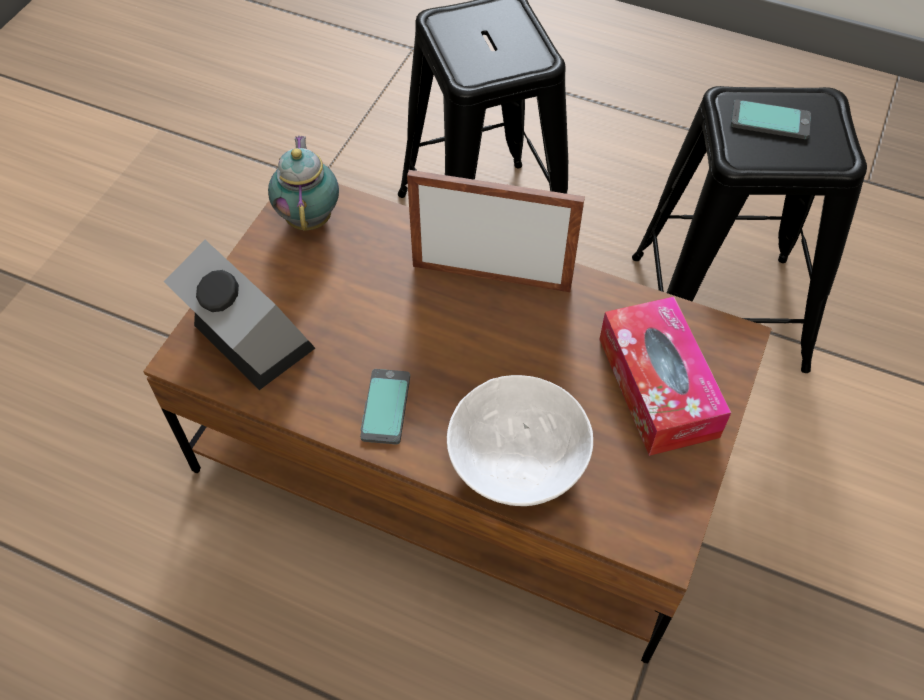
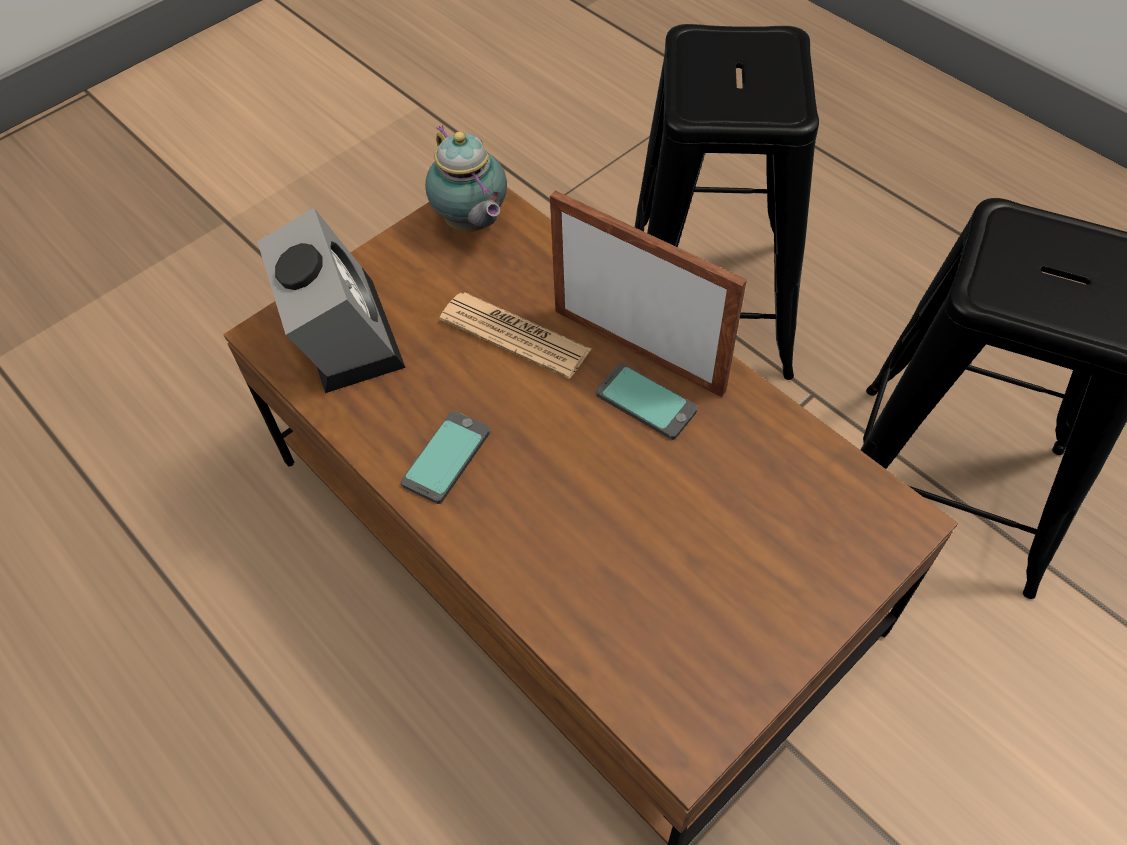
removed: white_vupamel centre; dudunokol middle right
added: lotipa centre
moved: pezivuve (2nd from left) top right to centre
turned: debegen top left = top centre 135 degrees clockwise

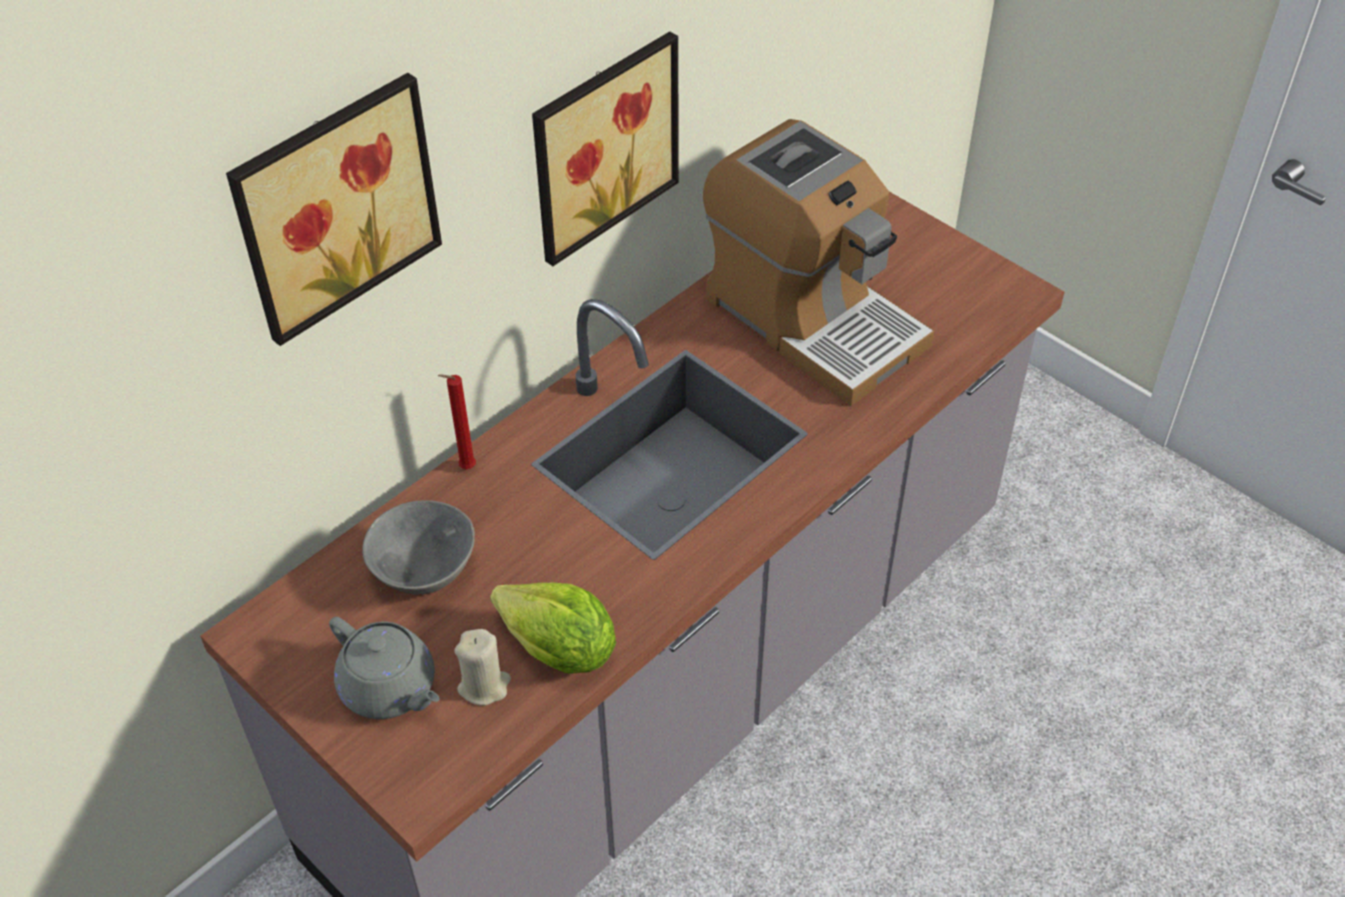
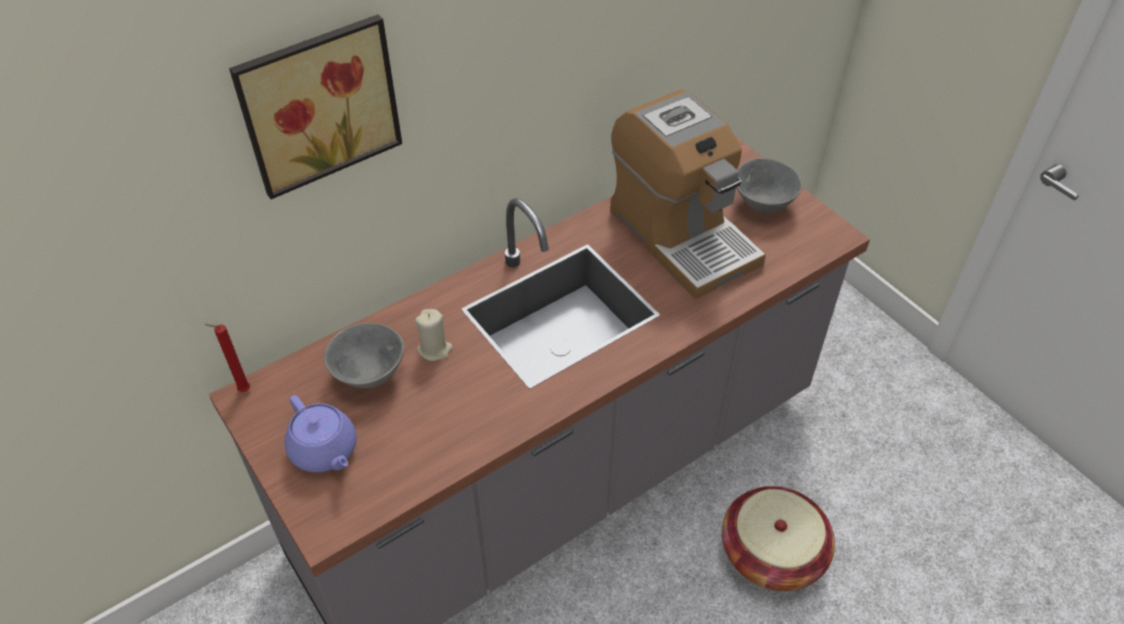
removed: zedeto bottom centre; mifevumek (2nd from left) top centre
added: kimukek bottom right; grey_vupamel (2nd from left) top right
moved: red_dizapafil centre to middle left; beige_dizapafil bottom centre to centre
recoloured: grey_debegen bottom left to purple_debegen bottom left

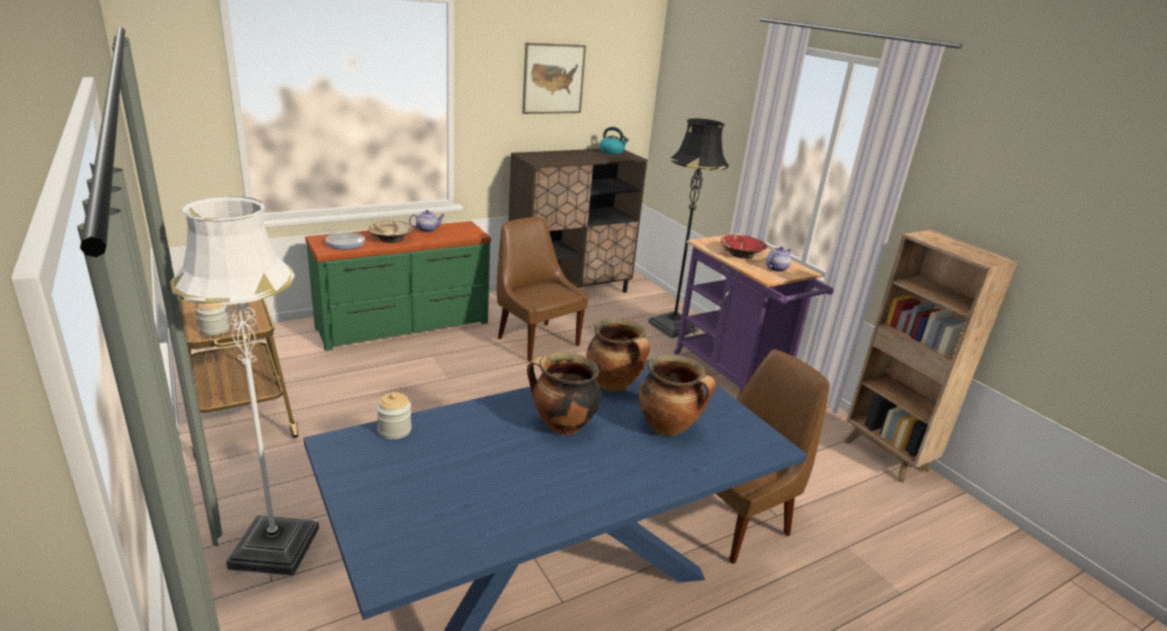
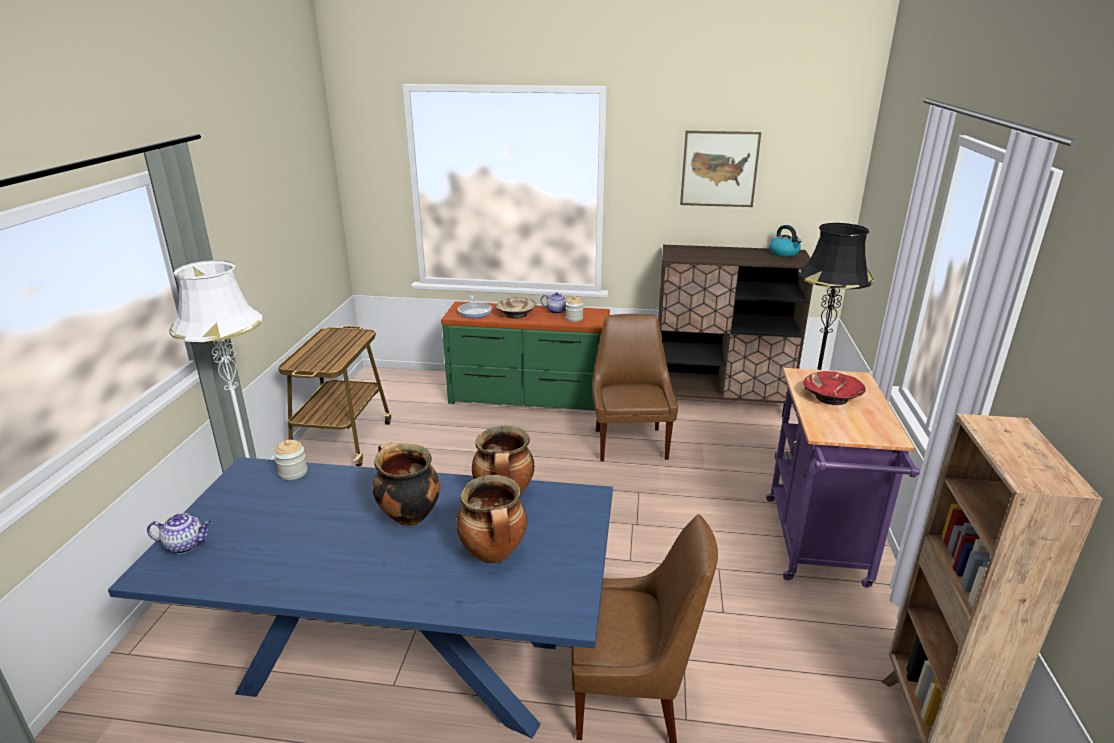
moved: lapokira (1st from left in the first image) middle left to lapokira (2nd from left) centre; debegen (2nd from left in the first image) middle right to debegen (1st from left) bottom left

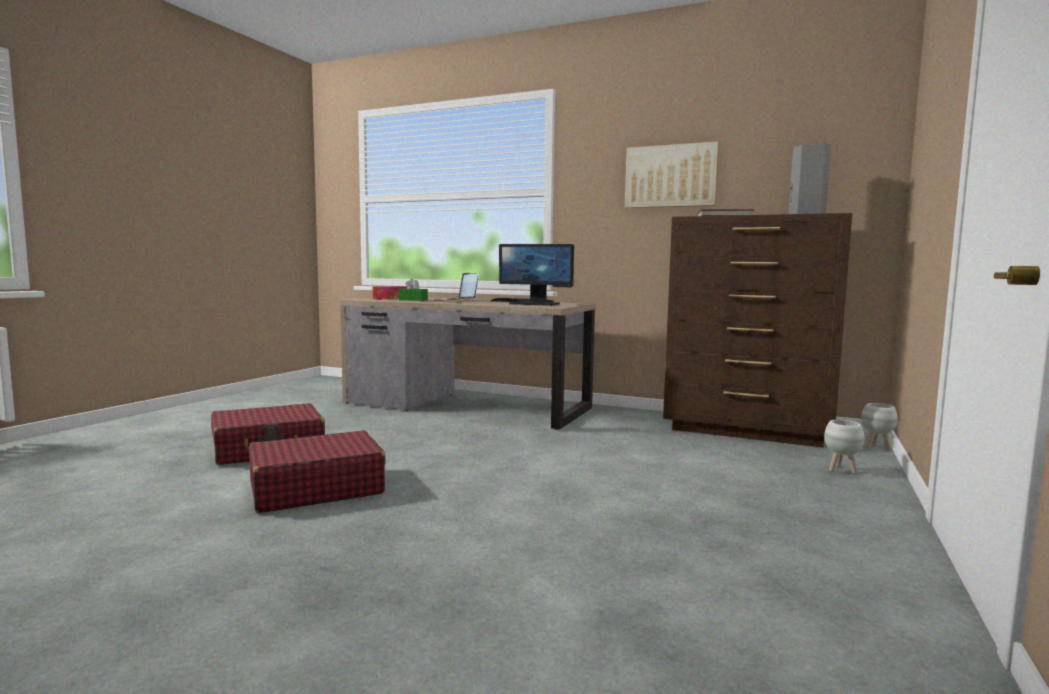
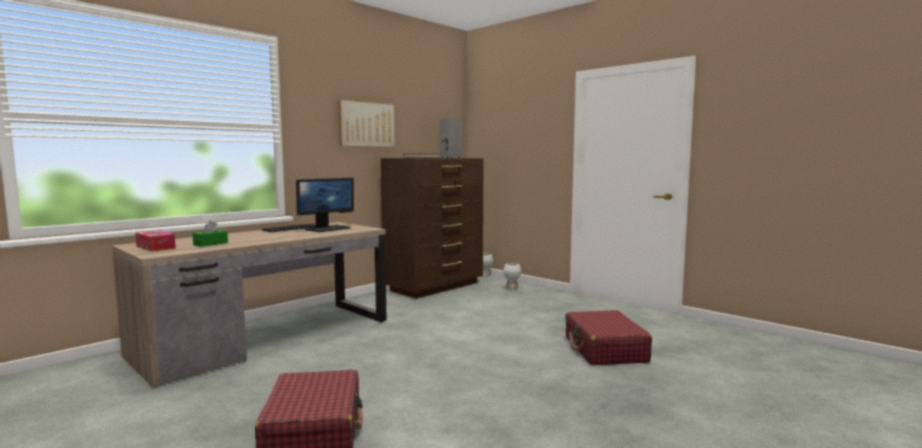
removed: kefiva centre
moved: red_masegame (2nd from left) bottom left to bottom centre

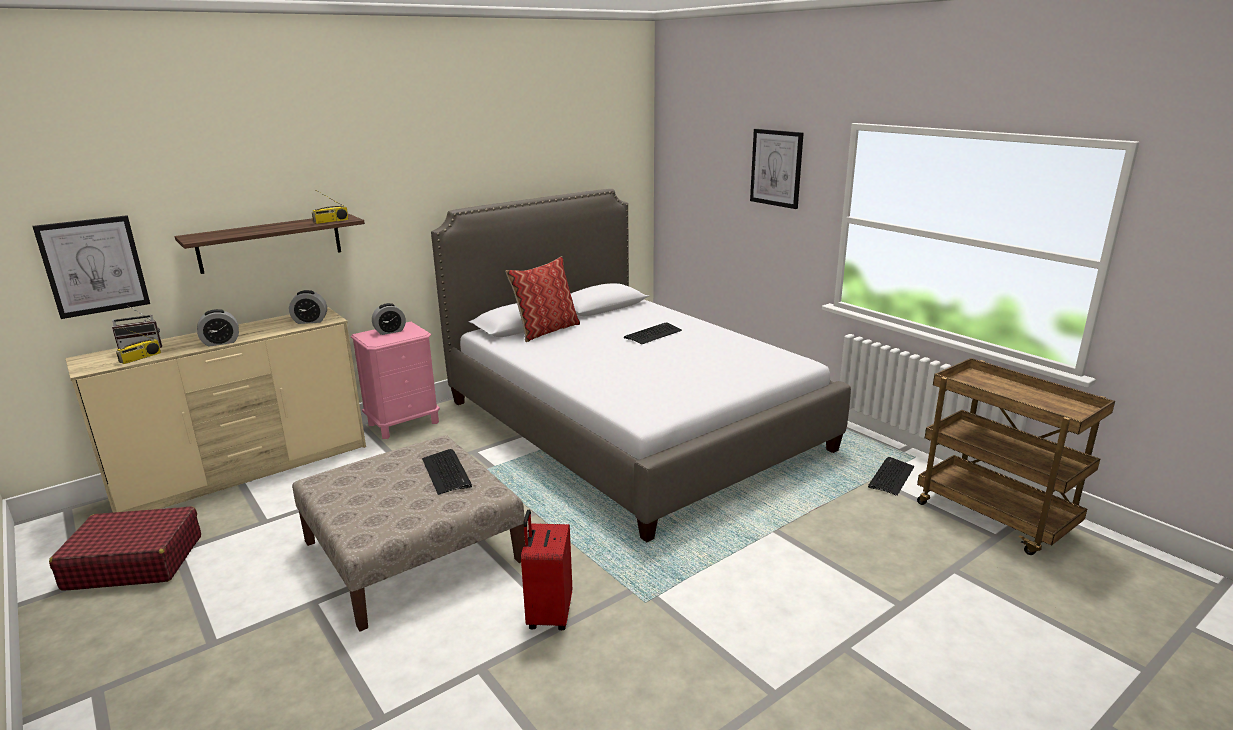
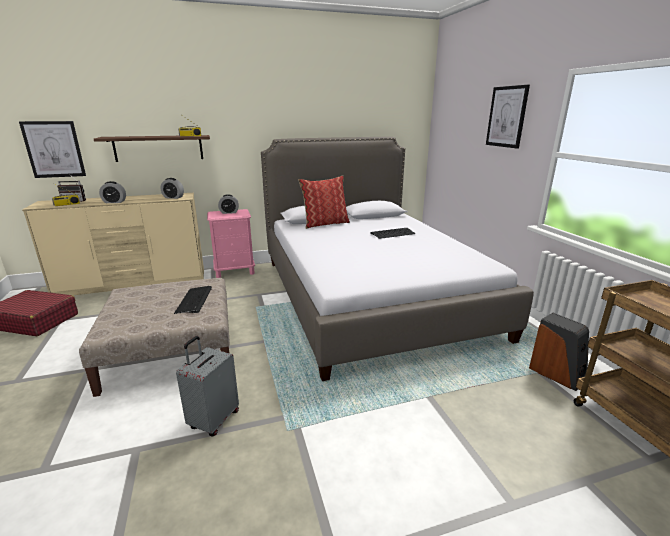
replaced: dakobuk (3rd from left) middle right to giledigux middle right
recoloured: red_masegame (2nd from left) bottom centre to grey_masegame bottom left

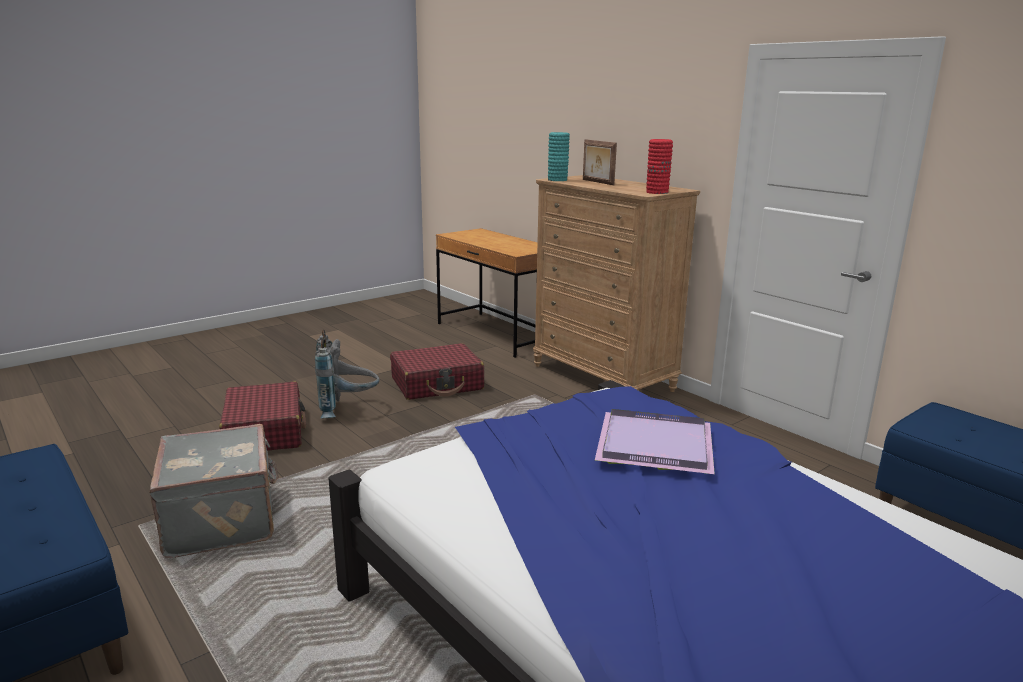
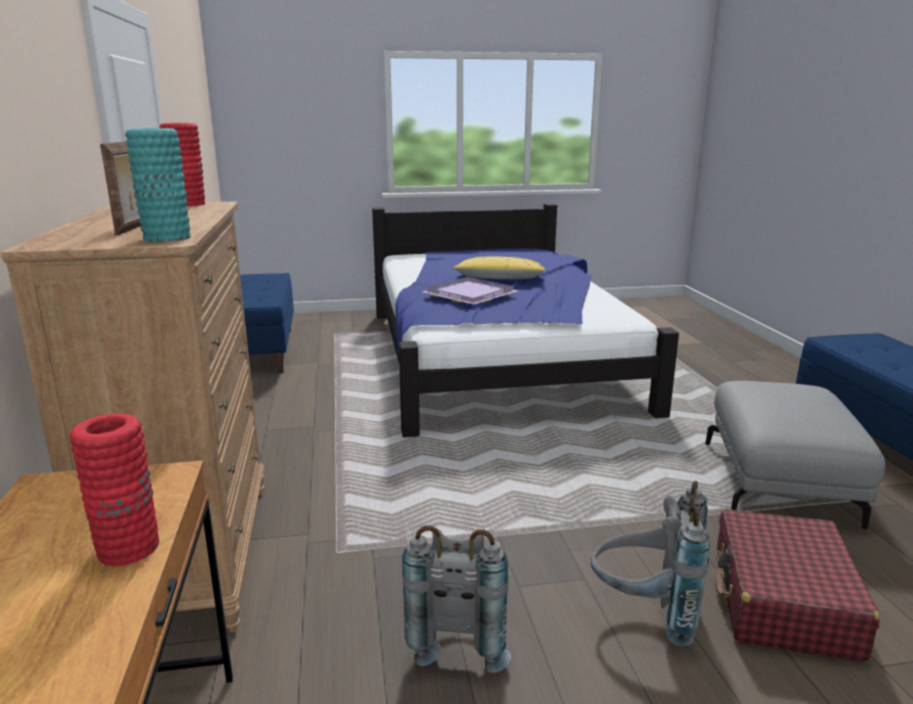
added: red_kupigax (1st from left) bottom left; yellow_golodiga centre
replaced: grey_masegame bottom left to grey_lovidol middle right; red_masegame (2nd from left) centre to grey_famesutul (1st from left) bottom centre

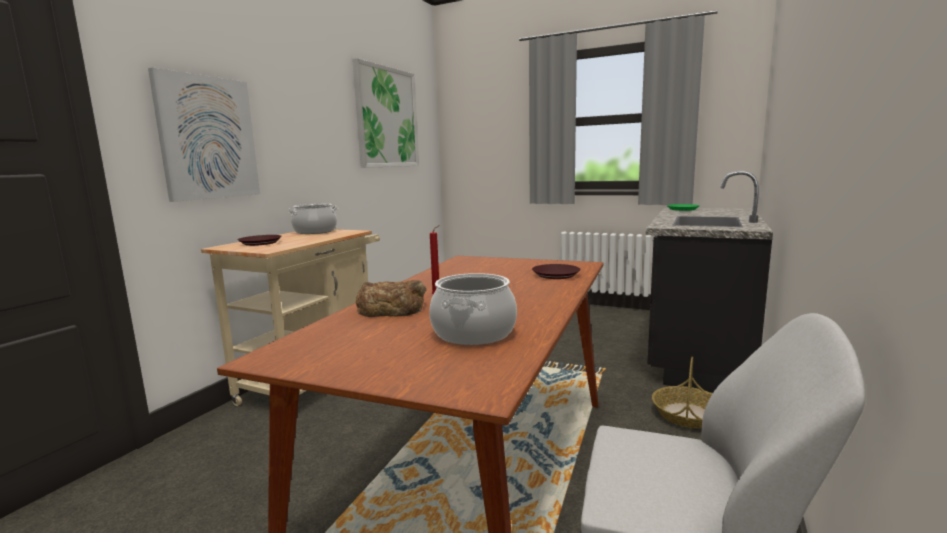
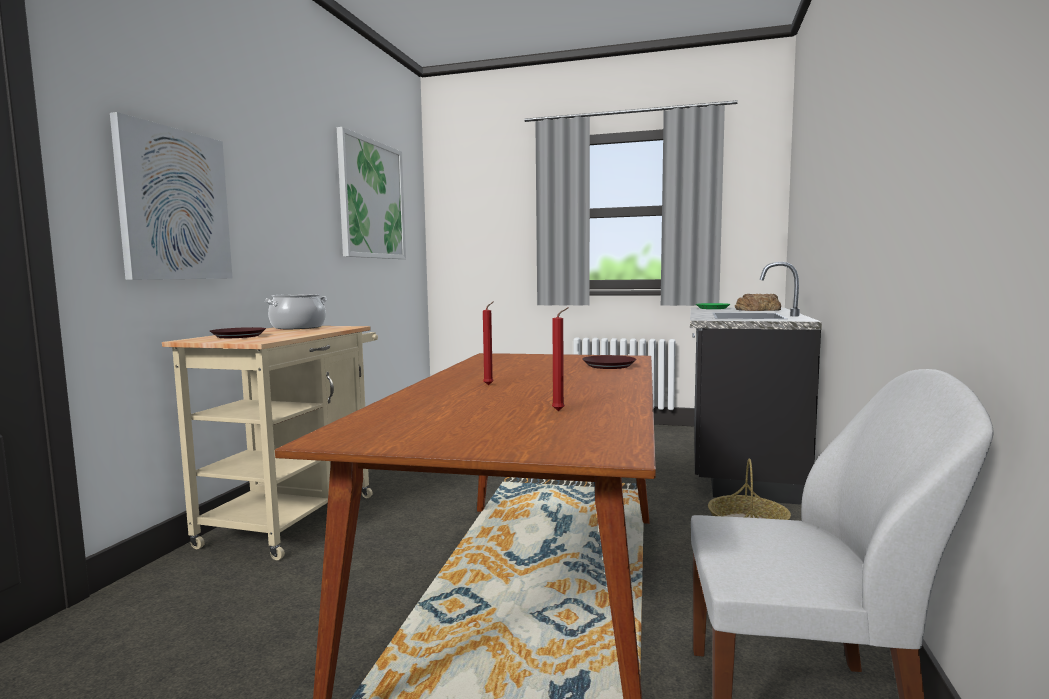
moved: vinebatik centre to middle right
replaced: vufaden (2nd from left) centre to red_dizapafil (2nd from left) centre

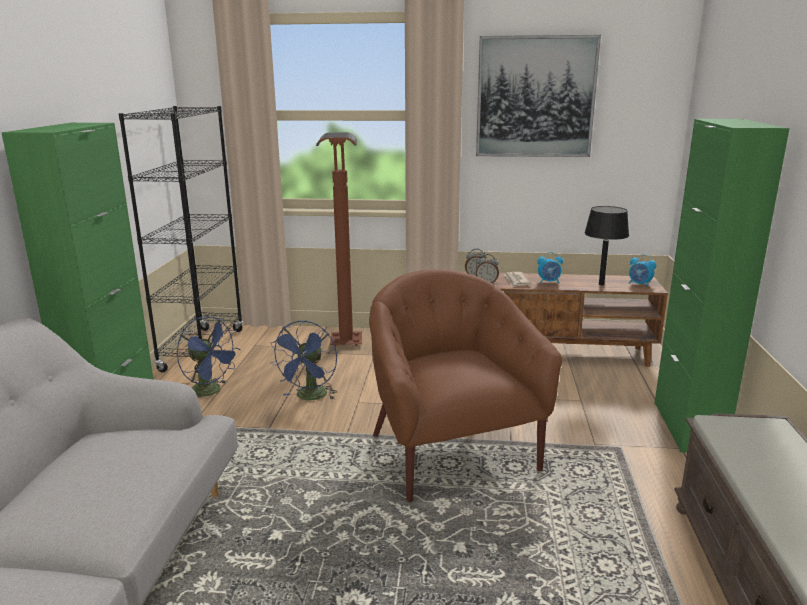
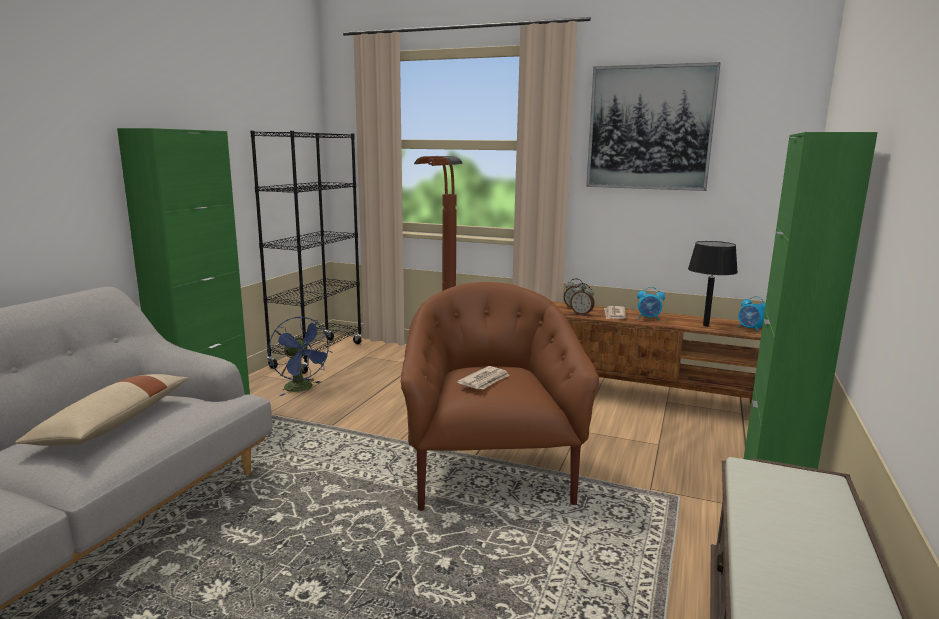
removed: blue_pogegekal (2nd from left) centre
added: beige_golodiga middle left; lotipa (1st from left) centre

